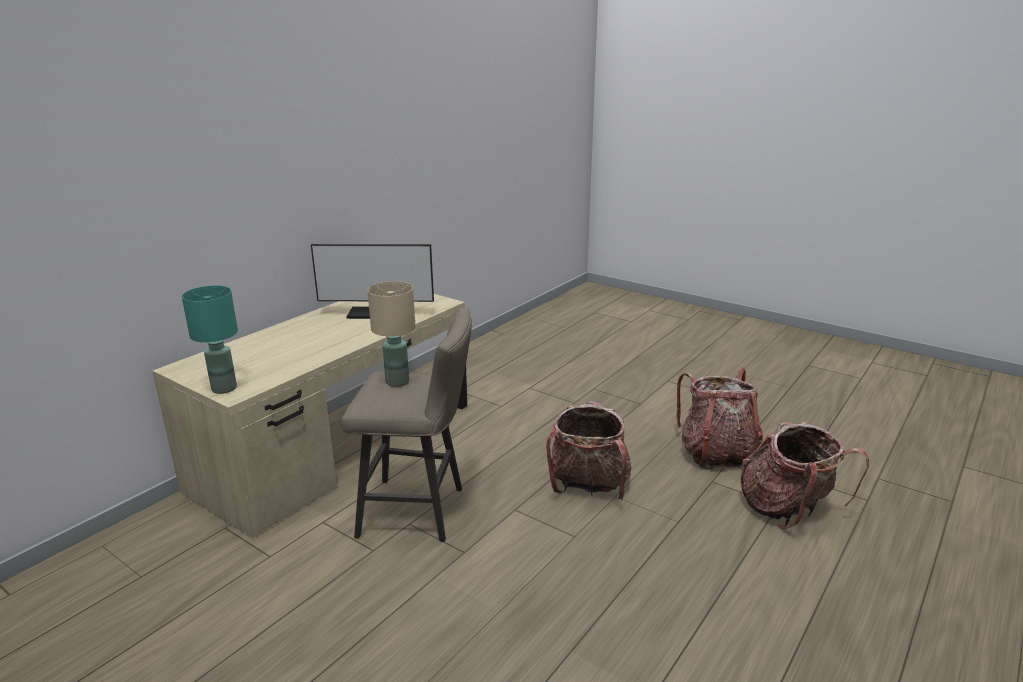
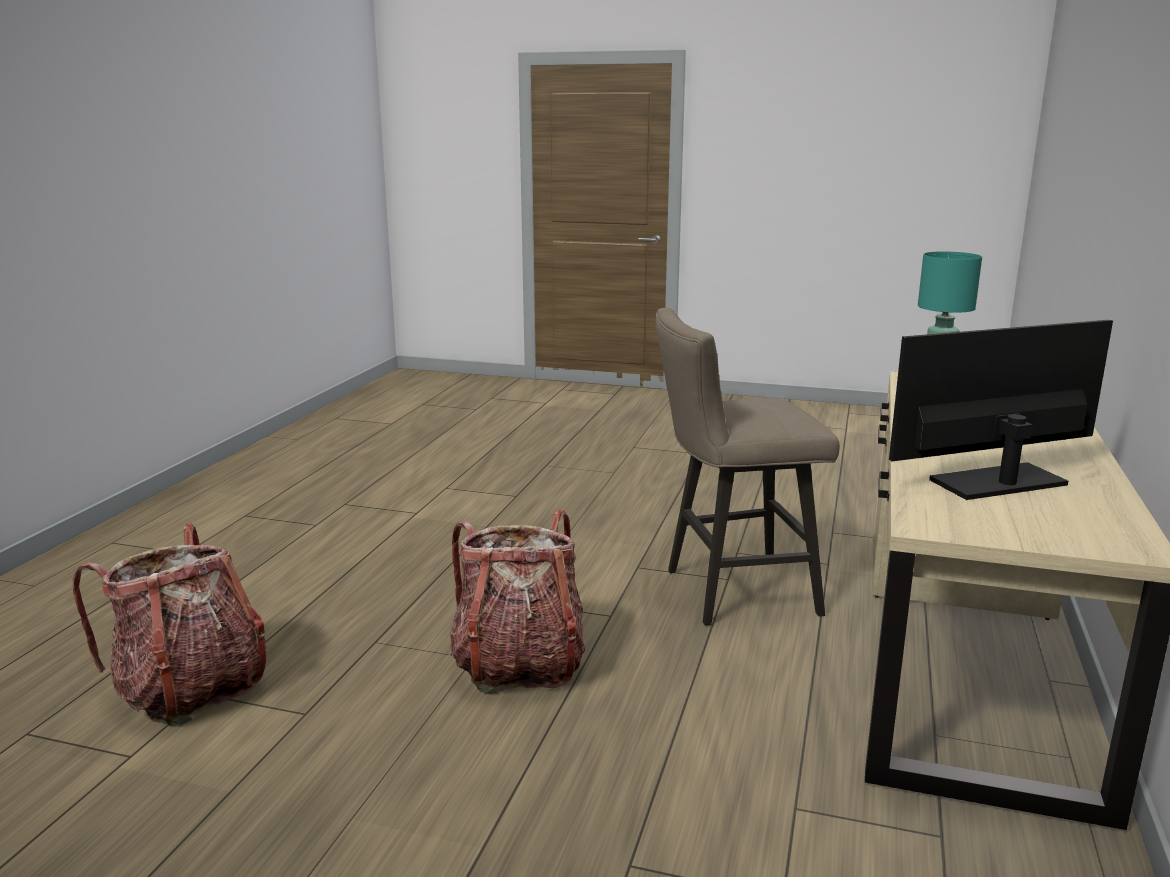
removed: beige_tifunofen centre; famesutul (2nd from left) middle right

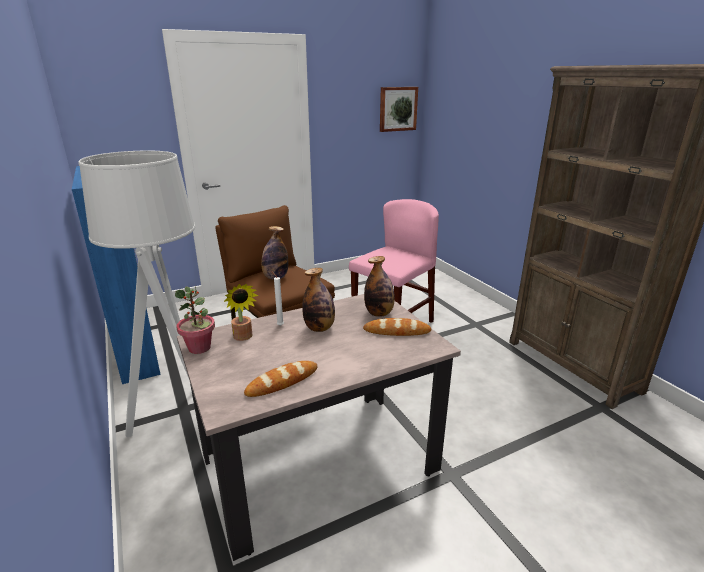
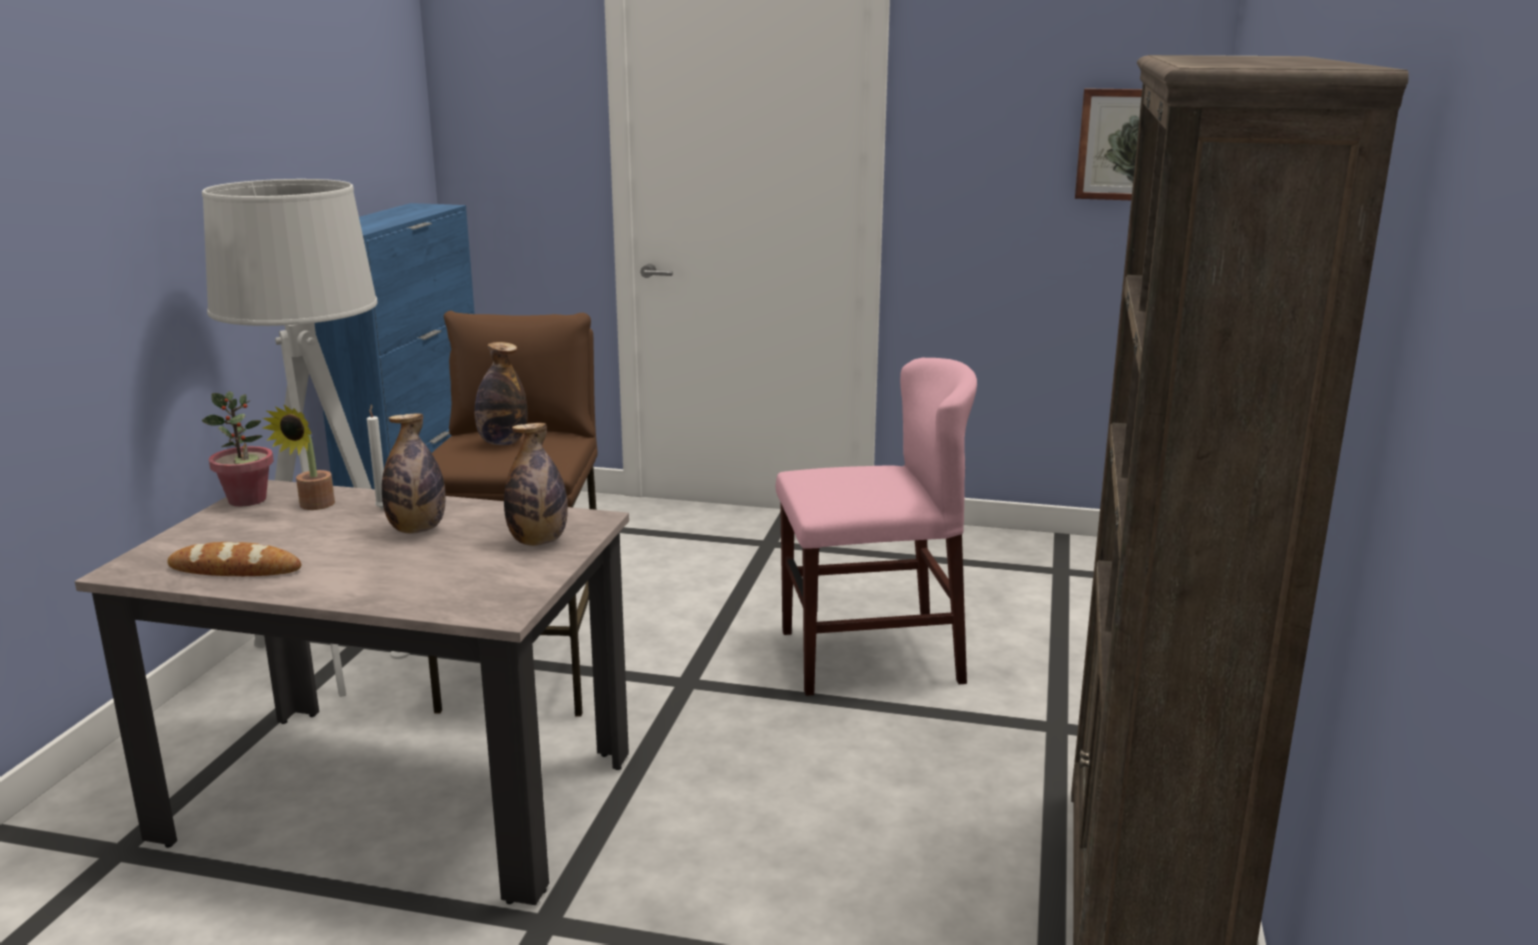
removed: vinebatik (2nd from left) centre

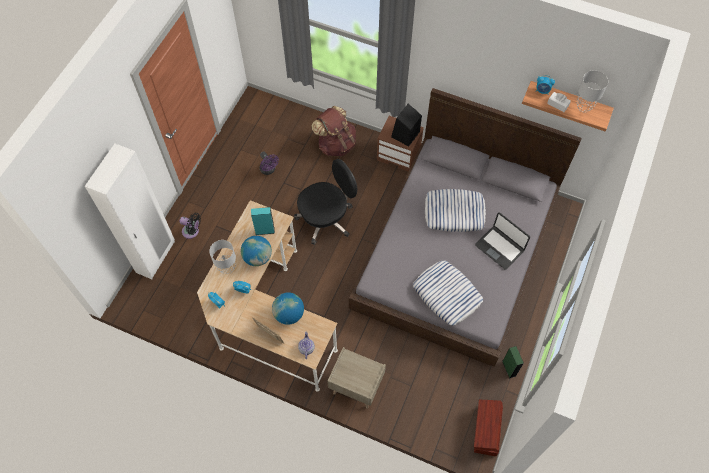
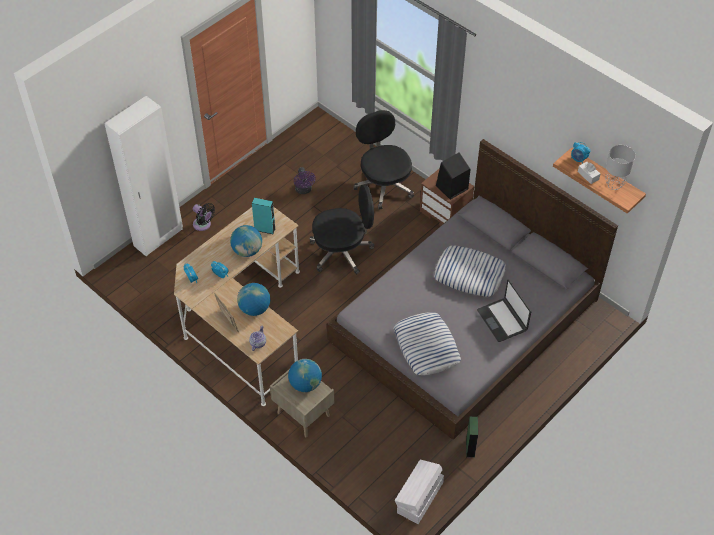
removed: grey_tifunofen (1st from left) middle left
added: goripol (3rd from left) bottom centre
replaced: brown_famesutul top centre to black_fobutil (2nd from left) top centre
recoloured: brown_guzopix bottom right to white_guzopix bottom centre

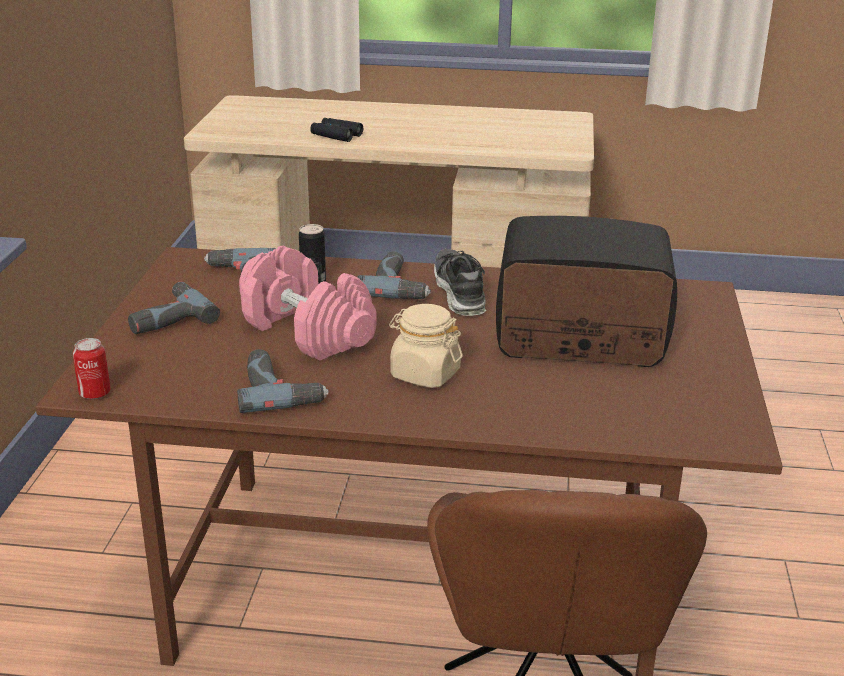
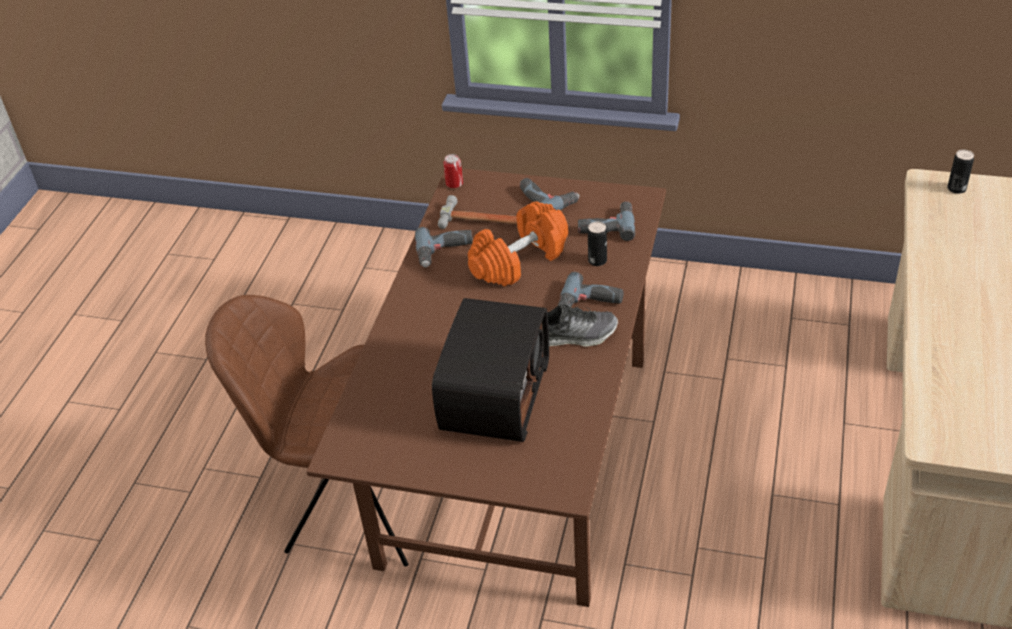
removed: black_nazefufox top centre; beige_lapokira centre
added: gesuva centre; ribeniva (3rd from left) top right
recoloured: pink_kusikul centre to orange_kusikul centre

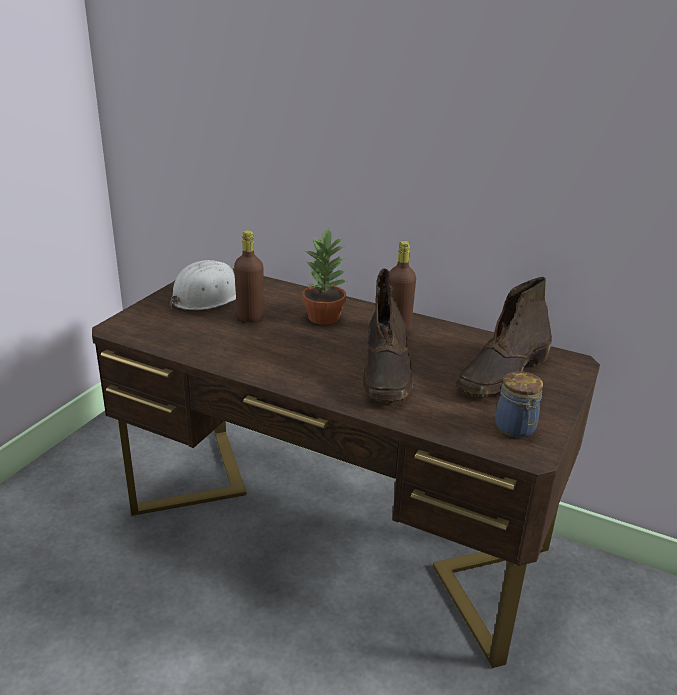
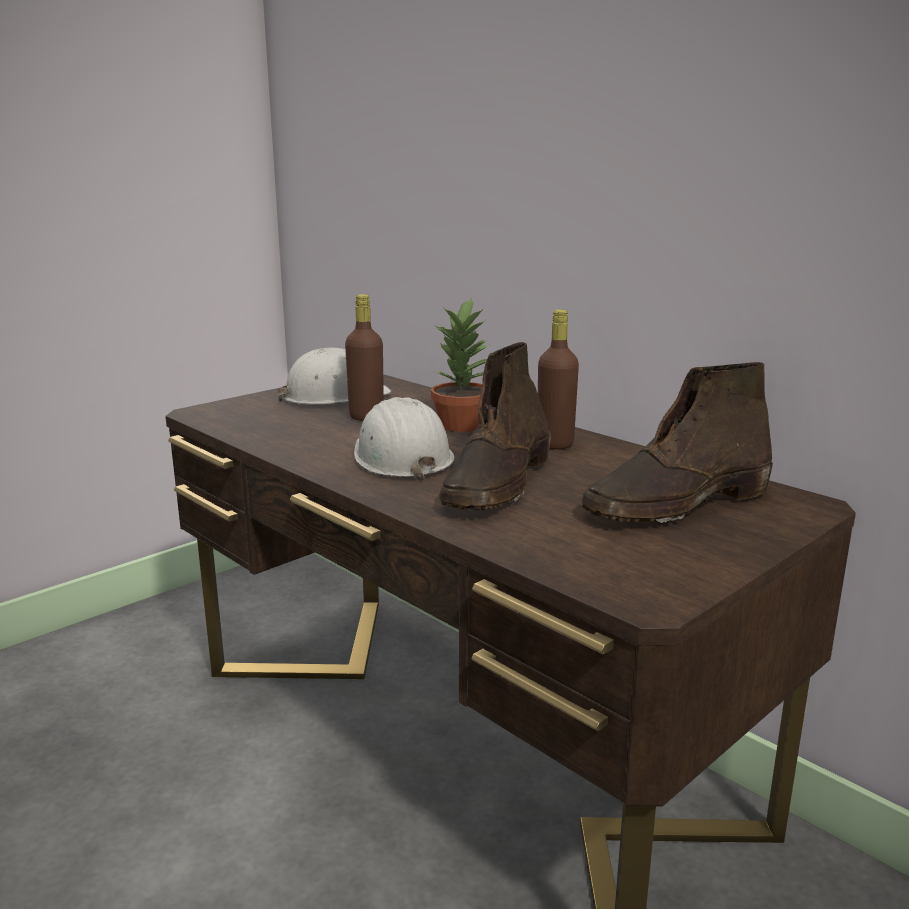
removed: lapokira middle right
added: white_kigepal (2nd from left) centre

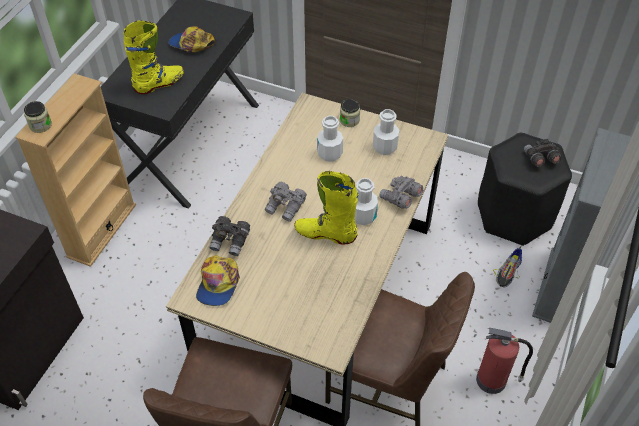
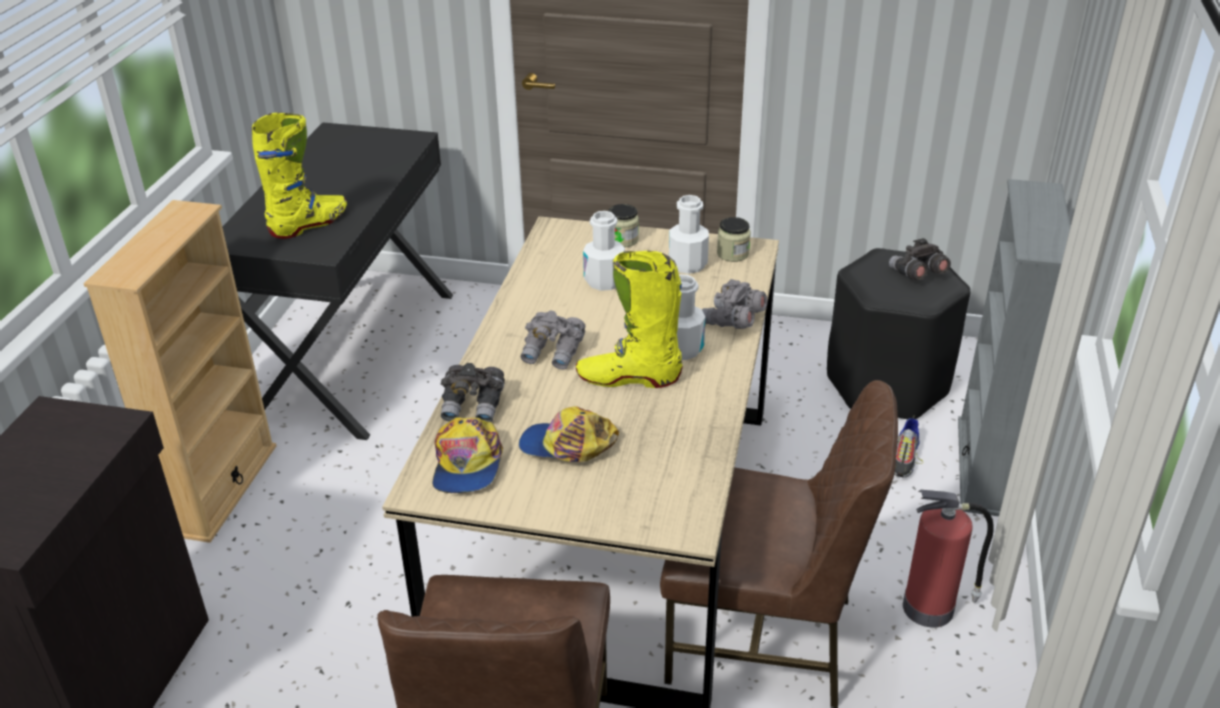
moved: lapokira (1st from left in the first image) top left to lapokira (2nd from left) centre; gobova (1st from left in the first image) top left to gobova (2nd from left) centre

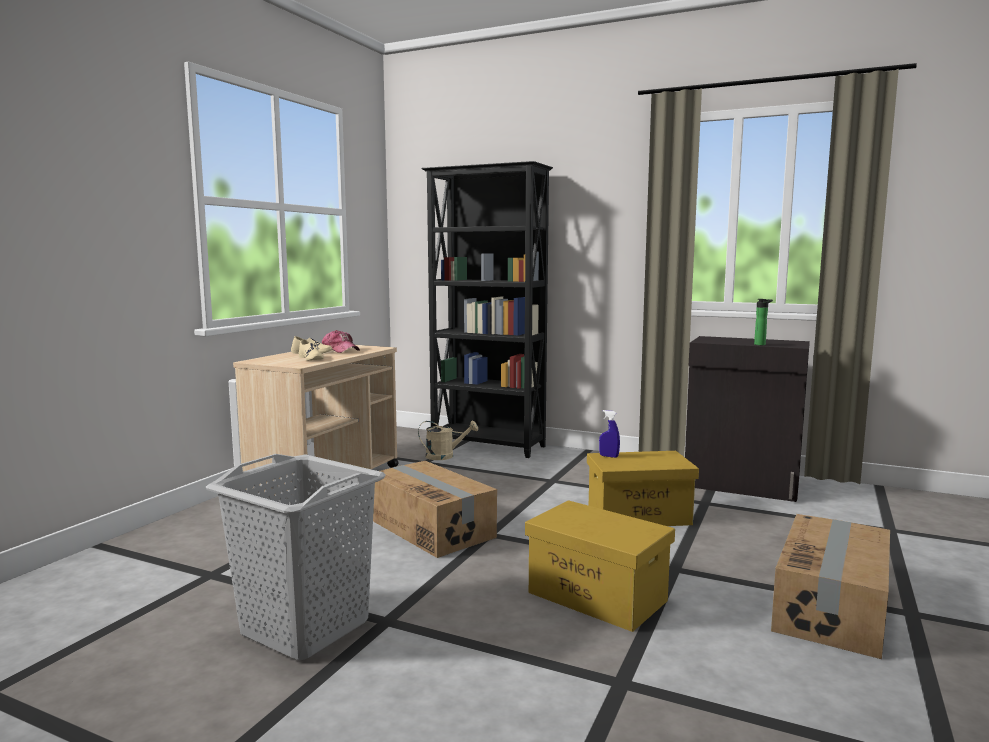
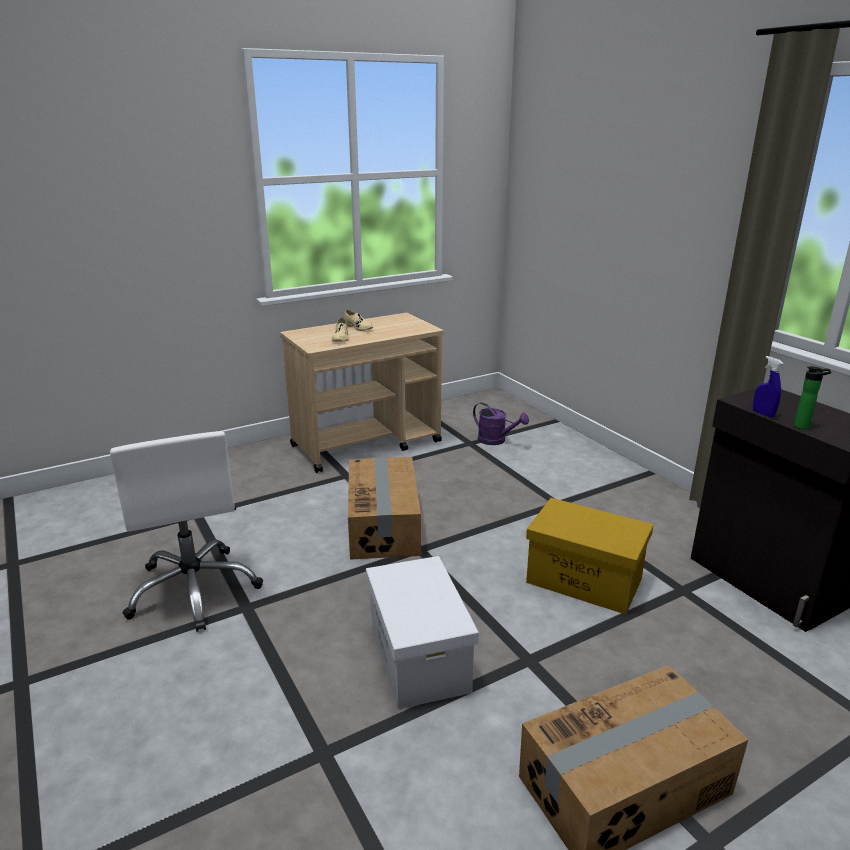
removed: gobova centre; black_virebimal centre
moved: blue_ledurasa centre to middle right
replaced: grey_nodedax bottom left to white_fobutil middle left
recoloured: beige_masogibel centre to purple_masogibel centre; yellow_guzopix (1st from left) bottom centre to white_guzopix bottom centre

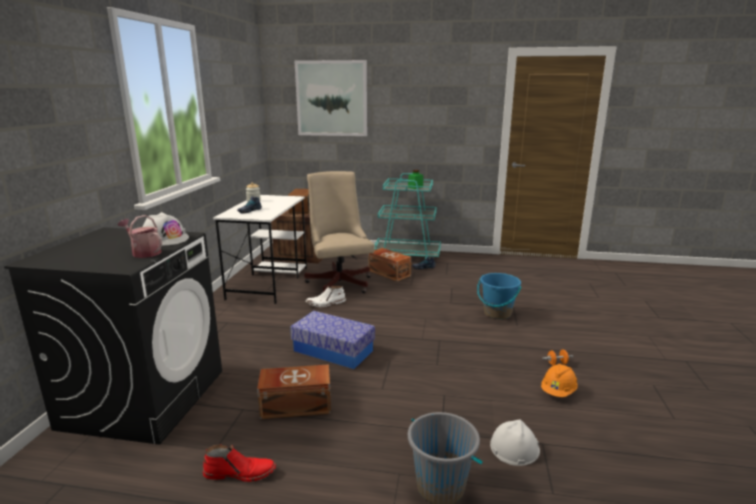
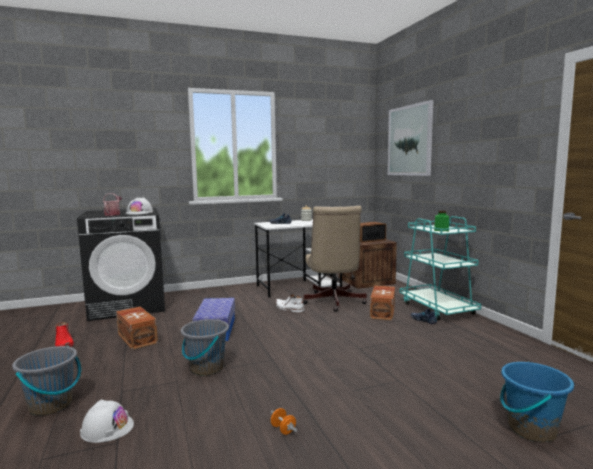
removed: orange_kigepal bottom right
added: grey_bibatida (2nd from left) bottom centre
moved: blue_bibatida centre to bottom right
turned: beige_fobutil centre = centre 135 degrees clockwise

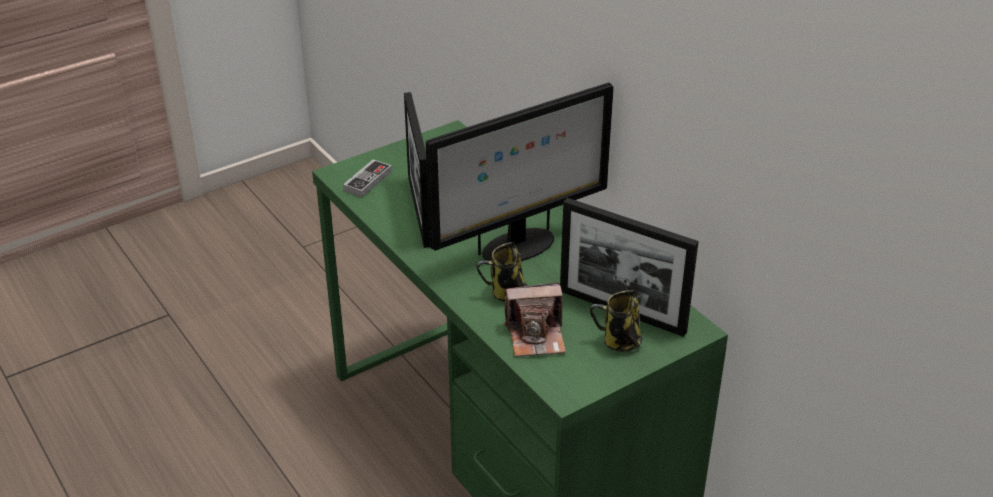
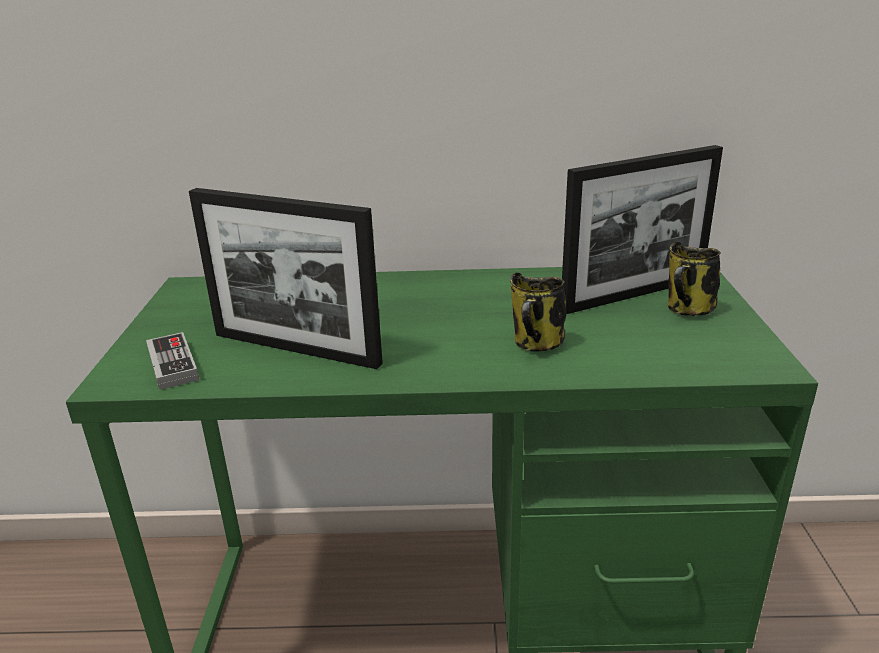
removed: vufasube centre; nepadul centre

